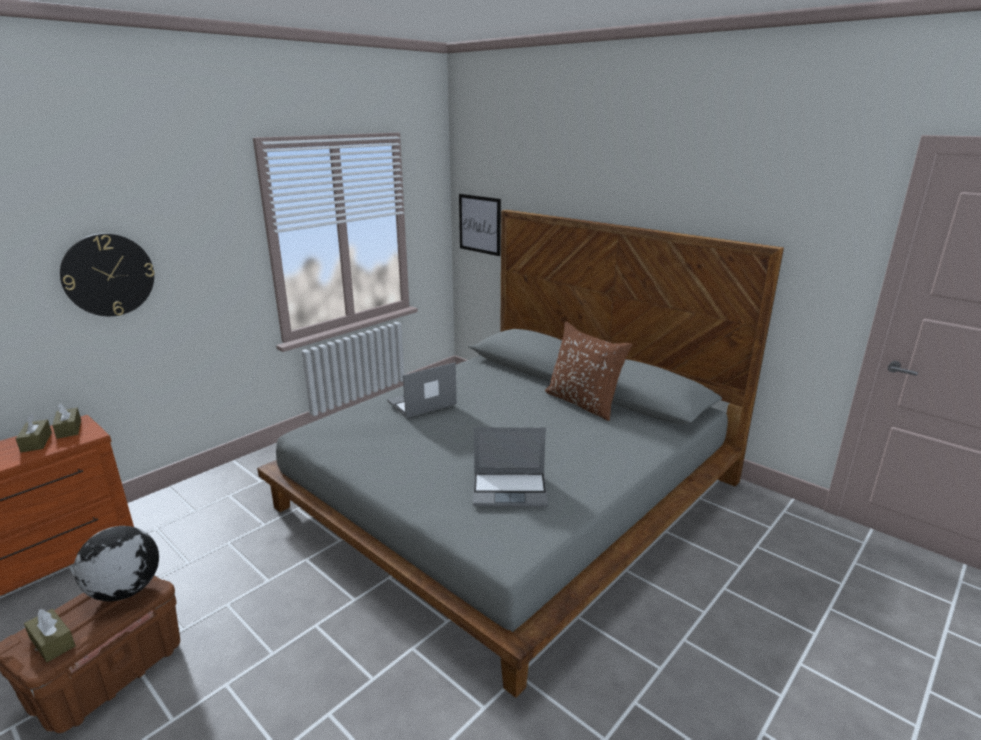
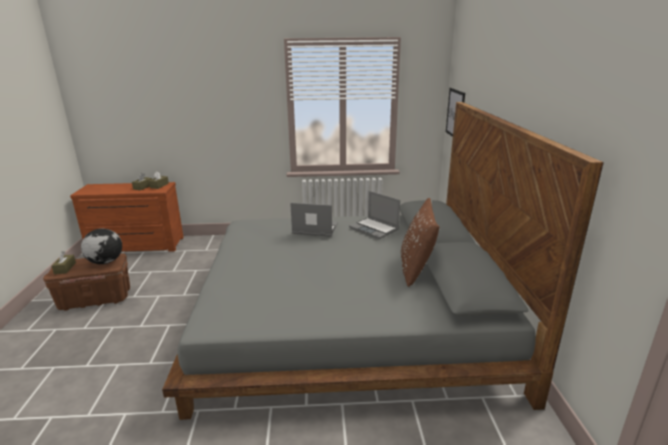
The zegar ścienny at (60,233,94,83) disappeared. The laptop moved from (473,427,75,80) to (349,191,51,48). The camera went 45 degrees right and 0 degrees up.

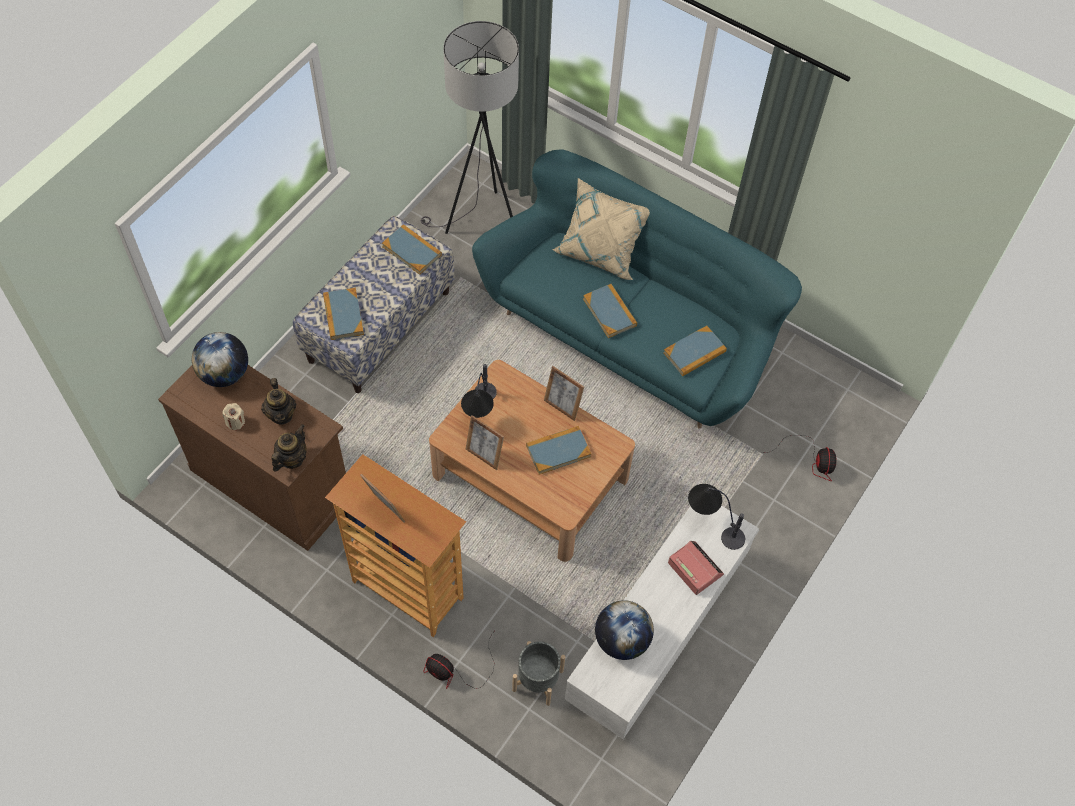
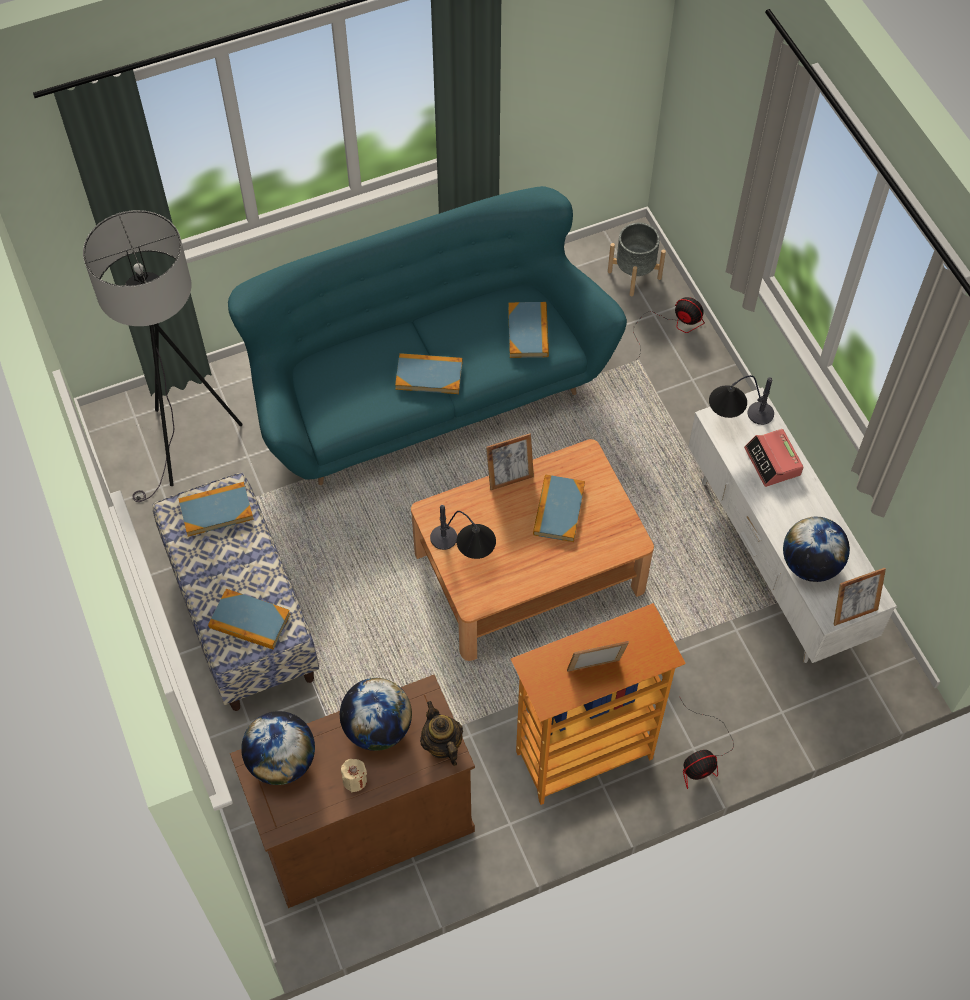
The poduszka [beżowy] at (552,178,98,102) disappeared. The ramka na zdjęcie moved from (466,415,38,55) to (834,568,52,58). The donica [szary] moved from (512,641,53,65) to (608,223,58,73). The imbryk at (261,378,36,47) was replaced by the globus at (340,678,72,73). The budzik at (668,541,56,54) turned 105 degrees counterclockwise. The camera went 55 degrees left and 0 degrees up.

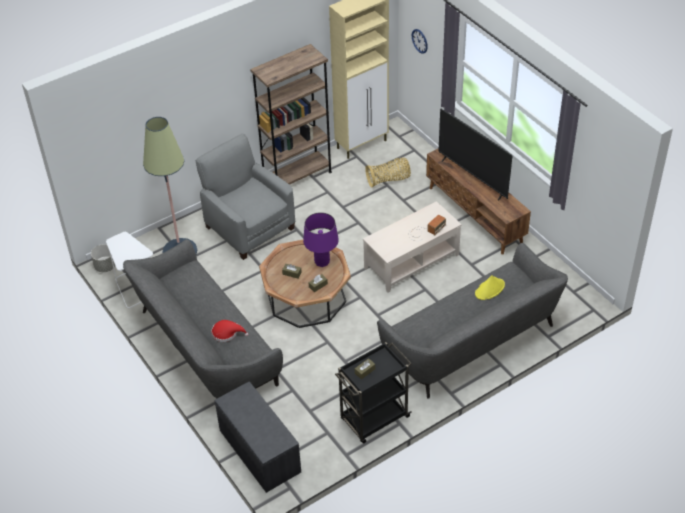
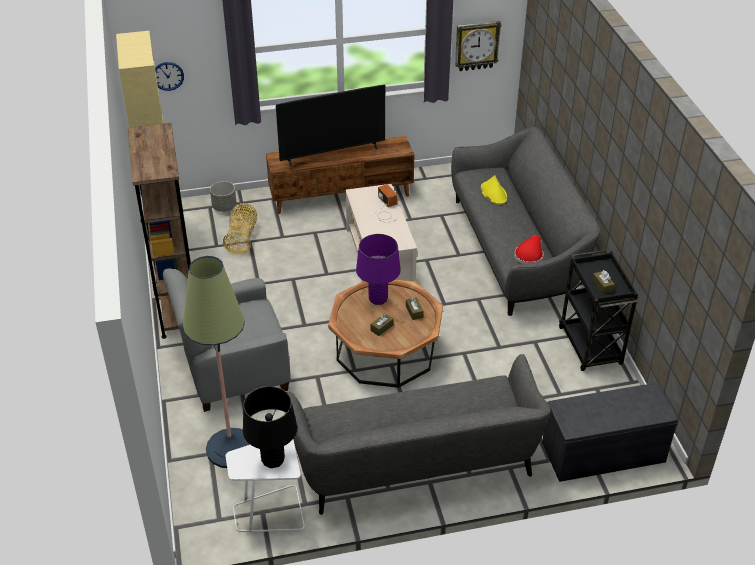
The lampa stołowa [czarny] at (243,386,54,82) appeared. The zegar ścienny at (455,21,46,50) appeared. The donica [szary] moved from (91,244,24,28) to (210,181,27,31). The kapelusz [czerwony] moved from (212,320,37,22) to (514,235,29,29). The camera went 70 degrees left and 5 degrees down.

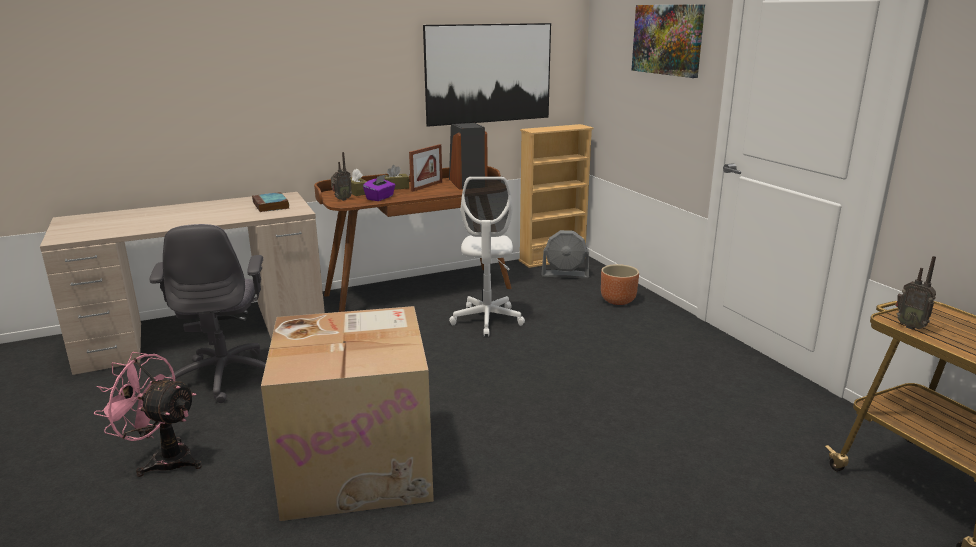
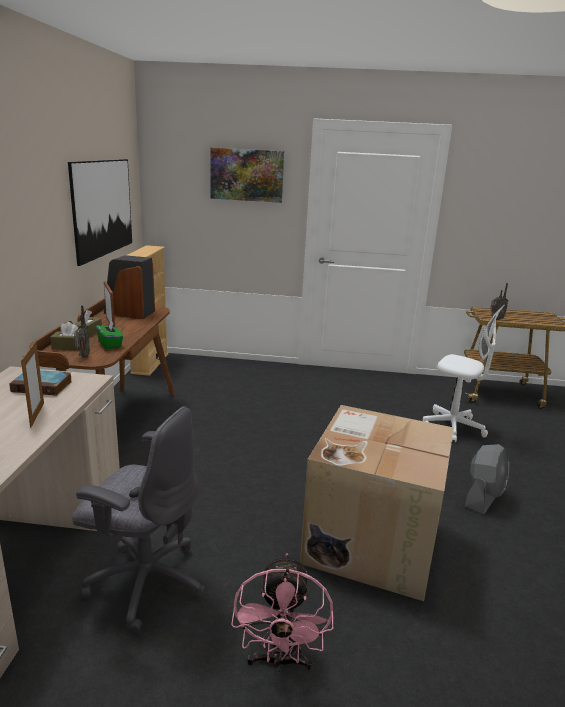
The donica [brązowy] at (601,264,38,41) disappeared. The ramka na zdjęcie at (21,341,23,87) appeared. The krzesło biurowe [biały] moved from (449,176,76,161) to (423,305,81,137). The wentylator [szary] moved from (541,230,48,48) to (465,444,45,70). The pudełko chusteczek [fioletowy] at (363,174,32,27) became the pudełko chusteczek [zielony] at (96,321,27,28). The wentylator [różowy] at (94,352,108,125) turned 45 degrees counterclockwise. The camera went 60 degrees left and 0 degrees up.

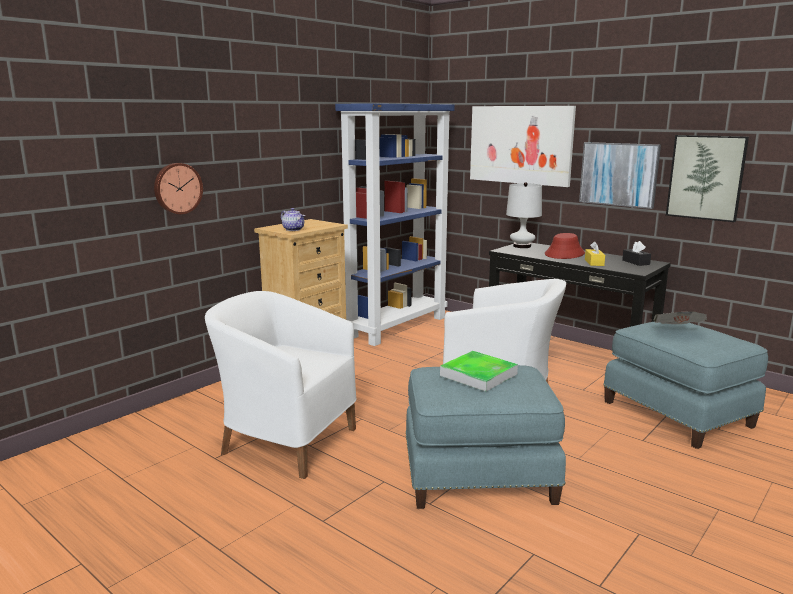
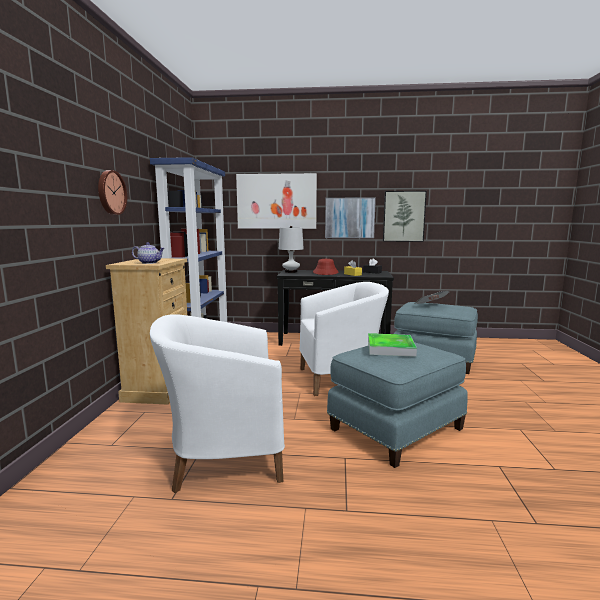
The zegar ścienny moved from (154,163,49,51) to (98,170,29,45). The camera went 35 degrees left and 5 degrees down.

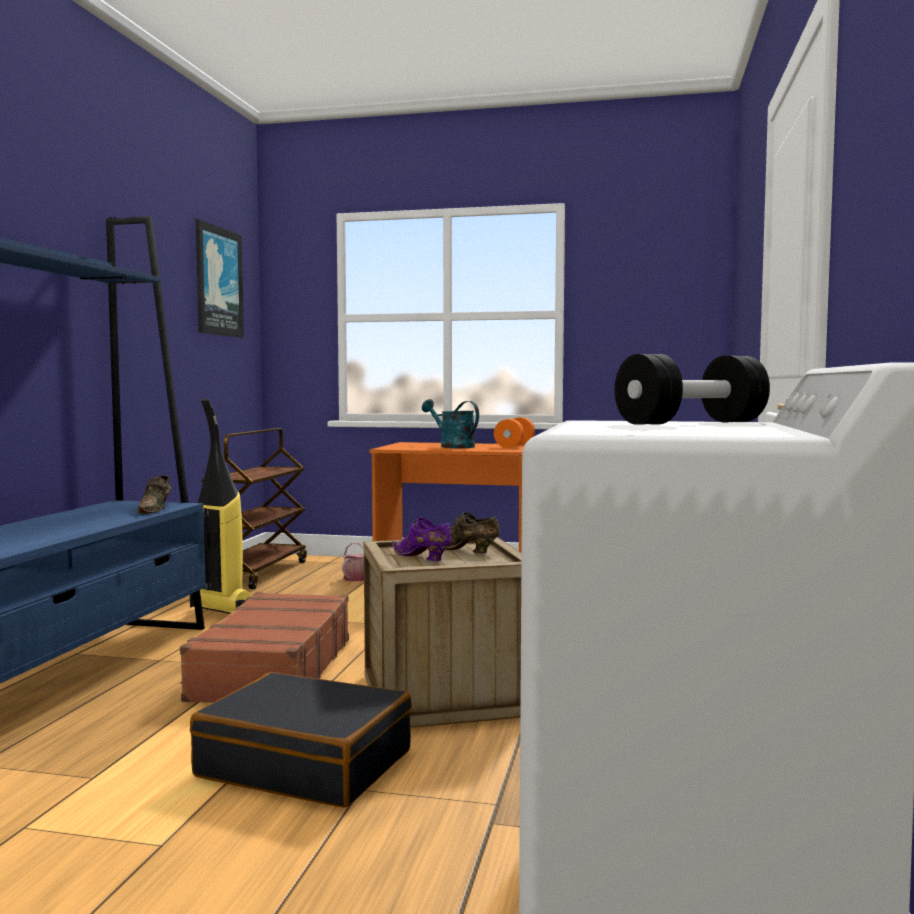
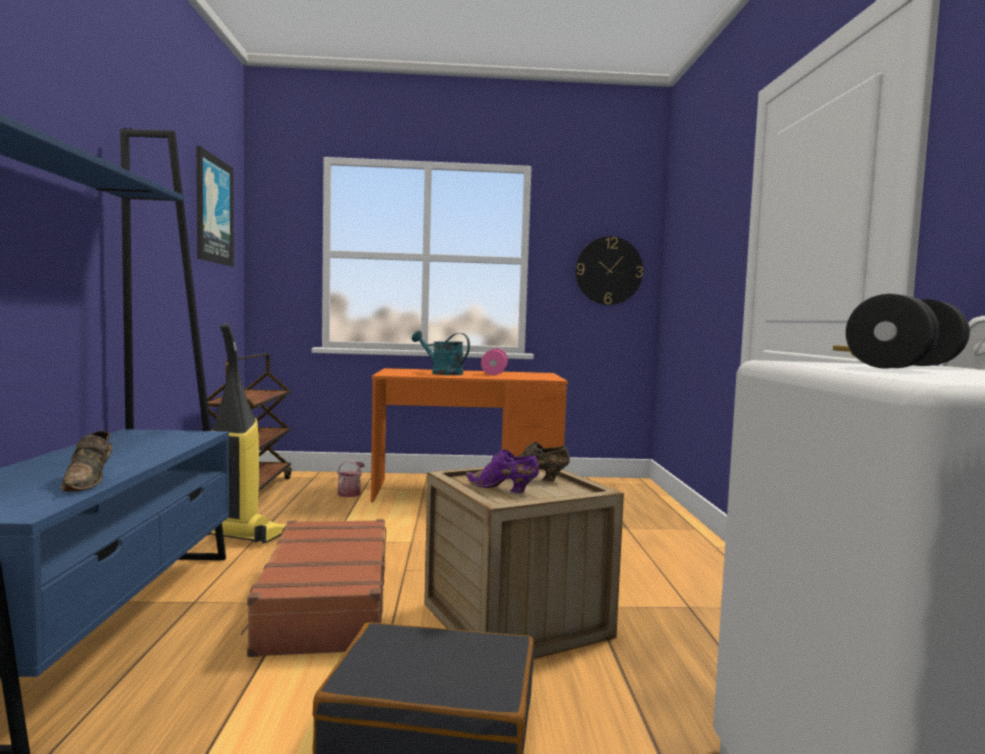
The zegar ścienny at (575,236,68,69) appeared. The but [brązowy] moved from (137,475,34,39) to (61,431,52,61). The hantel [pomarańczowy] at (494,417,41,31) became the hantel [różowy] at (481,348,27,27). The camera went 15 degrees left and 0 degrees up.

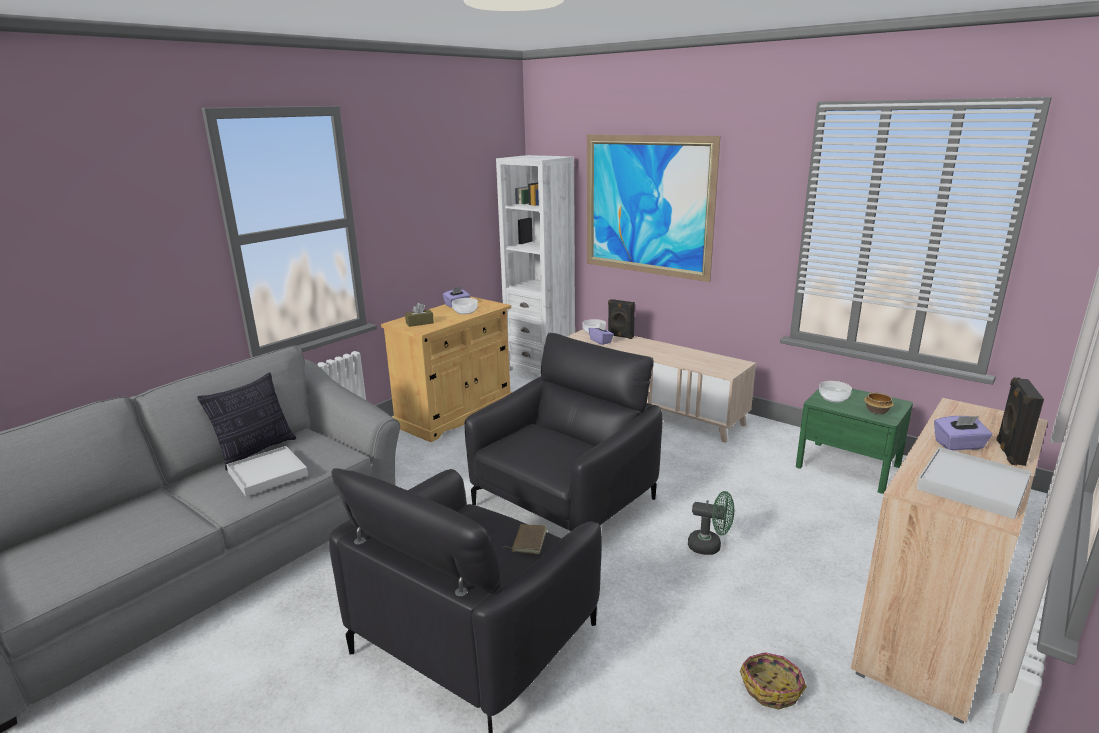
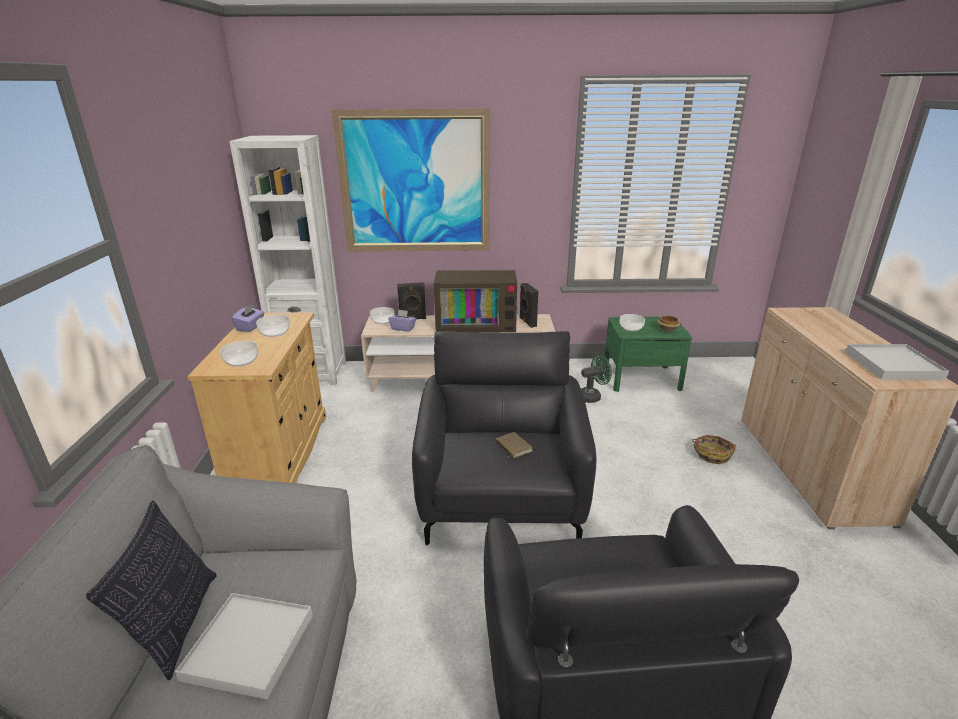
The pudełko chusteczek [fioletowy] at (934,416,58,35) disappeared. The telewizor at (434,270,83,62) appeared. The książka [brązowy] moved from (505,524,42,30) to (496,432,37,26). The wentylator [zielony] moved from (688,491,46,64) to (581,355,31,48). The koszyk moved from (740,652,67,58) to (692,435,44,29). The głośnik [czarny] moved from (996,377,48,89) to (519,283,19,45). The pudełko chusteczek [brązowy] at (405,303,29,24) was replaced by the miska at (220,341,38,26). The camera went 40 degrees left and 5 degrees up.

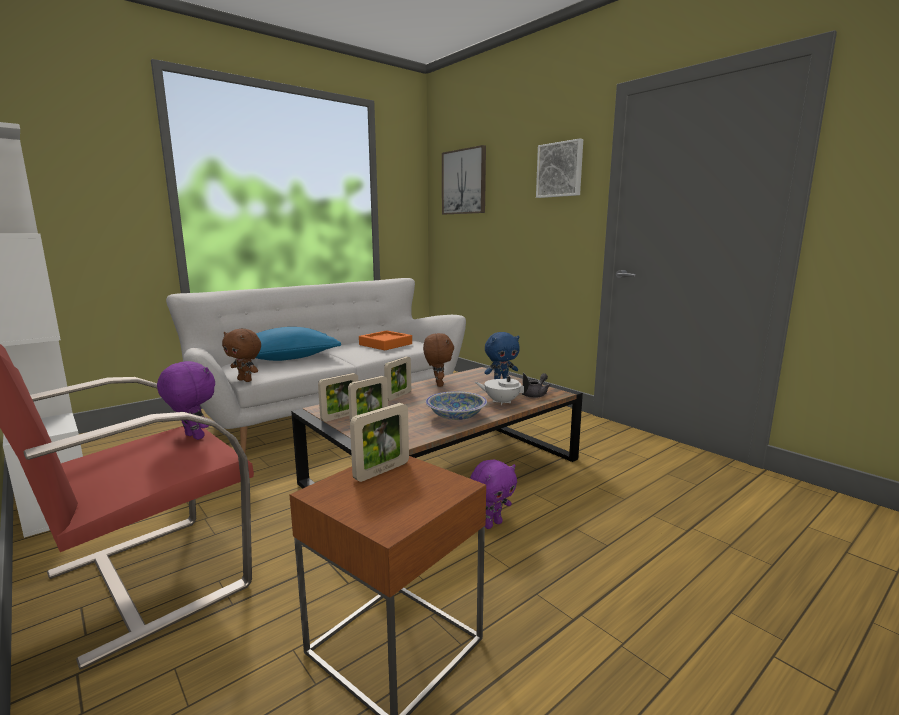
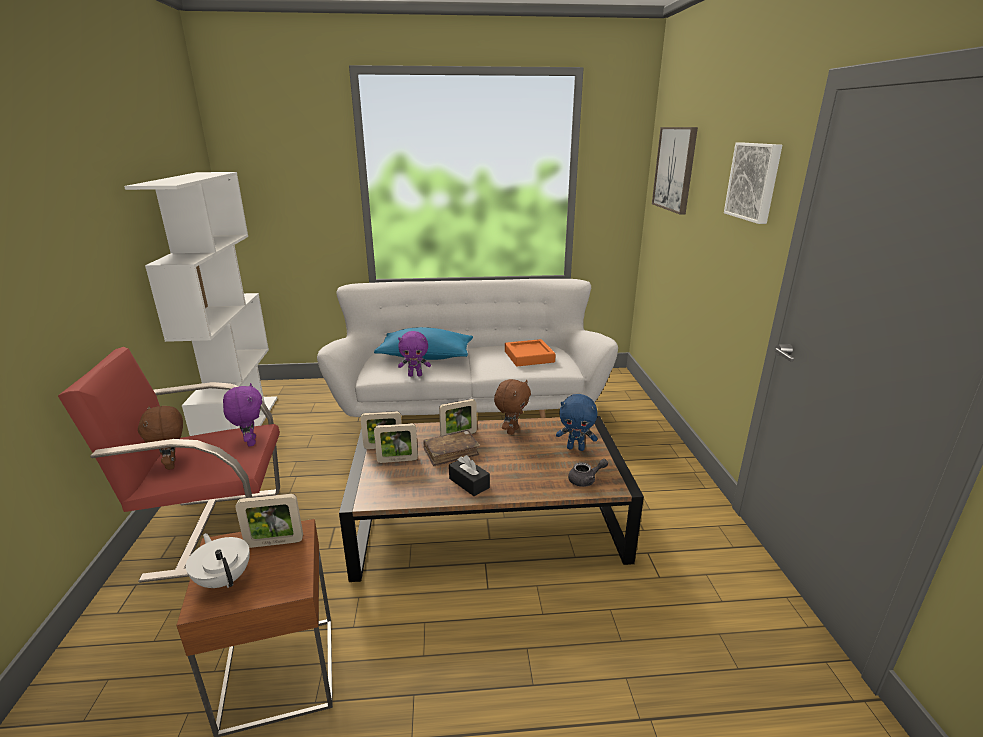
The książka [brązowy] at (423,430,57,36) appeared. The pluszak [brązowy] moved from (222,329,39,53) to (138,406,45,64). The pluszak [fioletowy] moved from (470,459,47,70) to (398,331,33,46). The imbryk [biały] moved from (475,373,54,32) to (186,533,64,55). The miska at (426,391,61,29) was replaced by the pudełko chusteczek [czarny] at (449,455,41,41). The camera went 35 degrees right and 10 degrees up.

